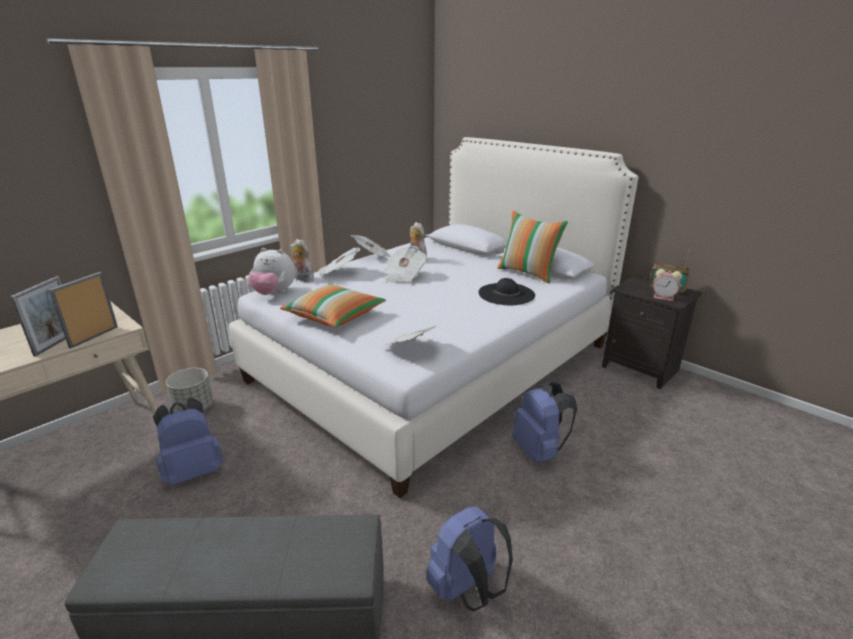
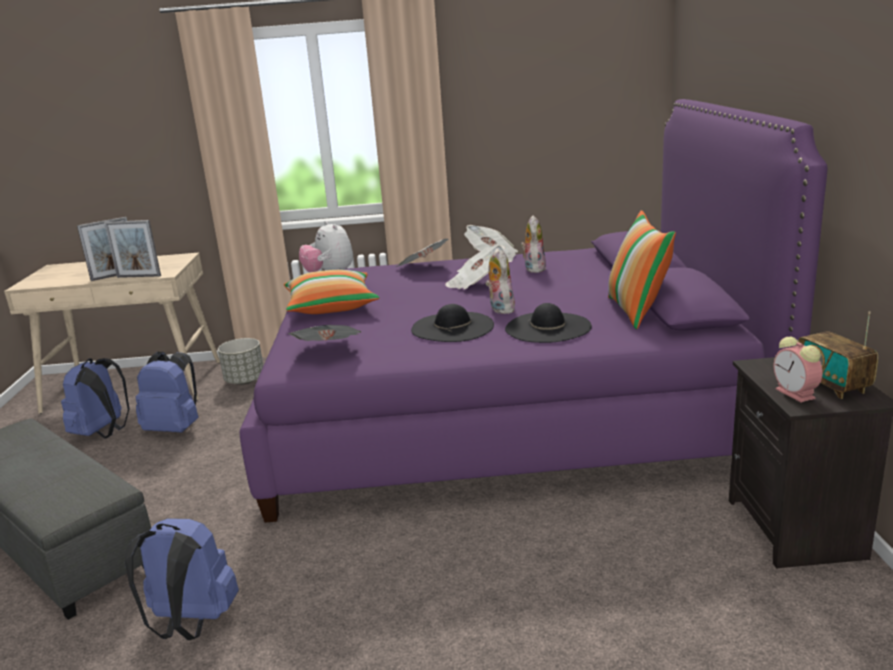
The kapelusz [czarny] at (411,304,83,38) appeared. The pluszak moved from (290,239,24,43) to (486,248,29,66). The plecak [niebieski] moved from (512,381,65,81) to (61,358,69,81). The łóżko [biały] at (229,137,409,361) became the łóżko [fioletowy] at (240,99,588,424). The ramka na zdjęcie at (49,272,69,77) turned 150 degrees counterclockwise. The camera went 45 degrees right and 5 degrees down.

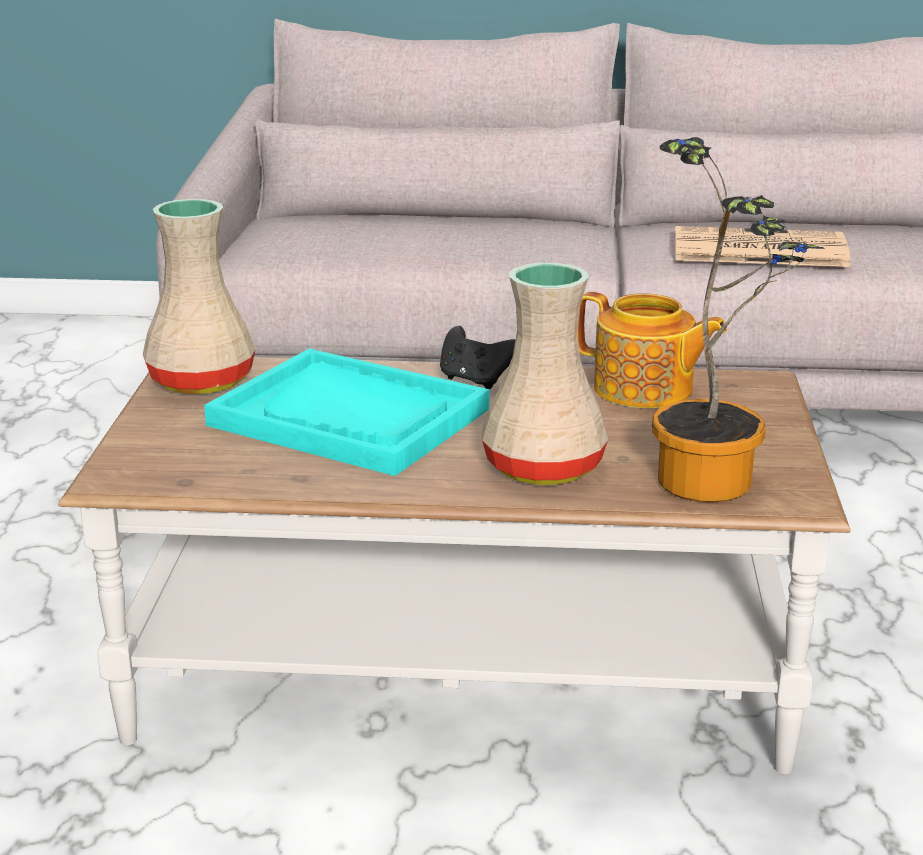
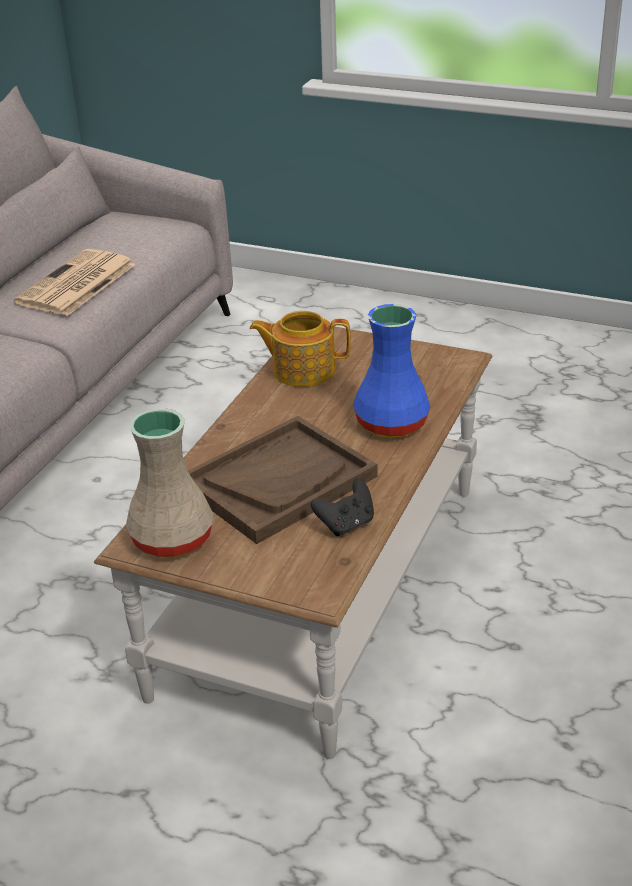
The roślina doniczkowa at (652,137,174,365) disappeared. The pad do gier [czarny] moved from (440,326,76,63) to (311,479,63,57). The taca [turkusowy] at (204,349,285,127) became the taca [brązowy] at (188,416,189,128). The wazon [beżowy] at (482,262,126,223) became the wazon [niebieski] at (353,304,77,134). The imbryk at (577,292,150,116) turned 135 degrees counterclockwise. The camera went 70 degrees left and 10 degrees up.

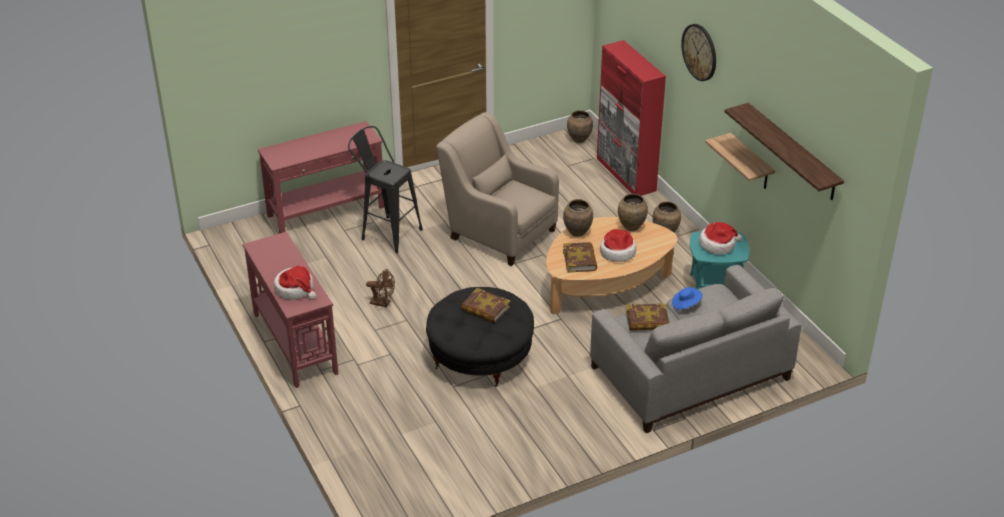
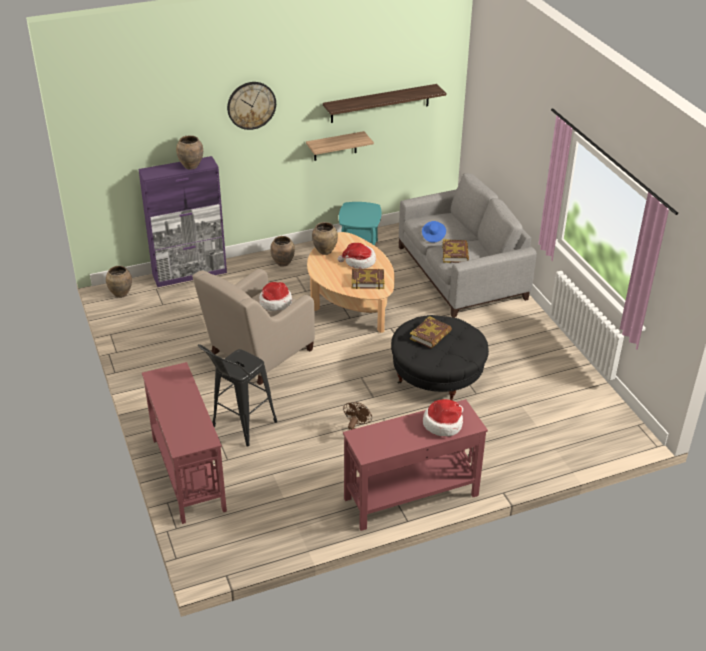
The wazon [brązowy] moved from (563,199,30,38) to (176,135,27,35). The kapelusz moved from (699,222,43,33) to (259,282,33,29). The szafka [czerwony] at (597,40,69,156) became the szafka [fioletowy] at (138,156,89,131). The camera went 85 degrees left and 0 degrees up.

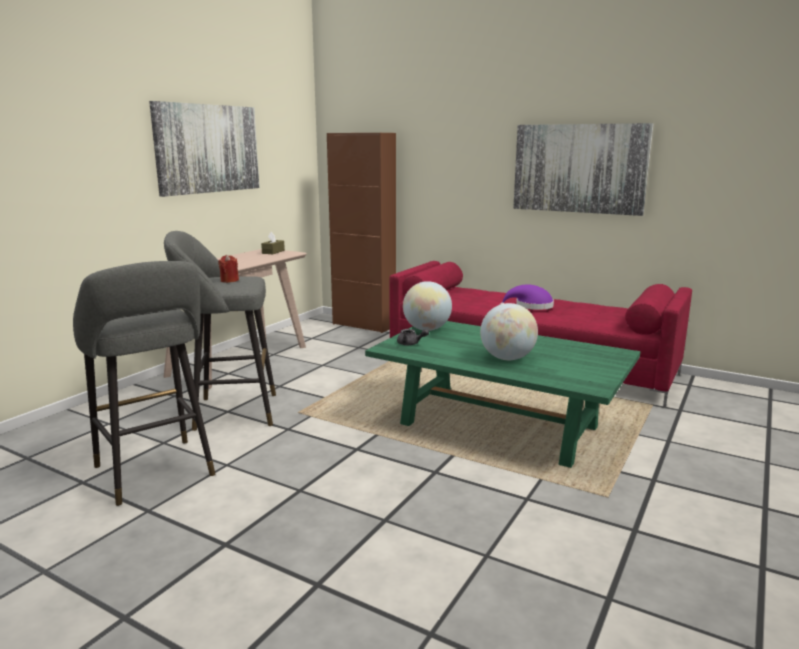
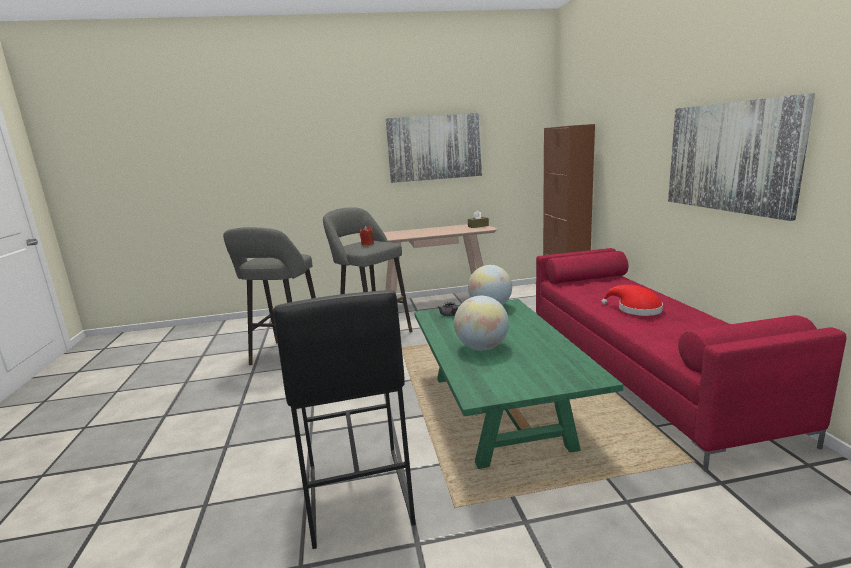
The stołek [czarny] at (274,290,142,259) appeared. The kapelusz [fioletowy] at (500,284,54,26) became the kapelusz [czerwony] at (601,285,62,31). The camera went 50 degrees right and 0 degrees up.

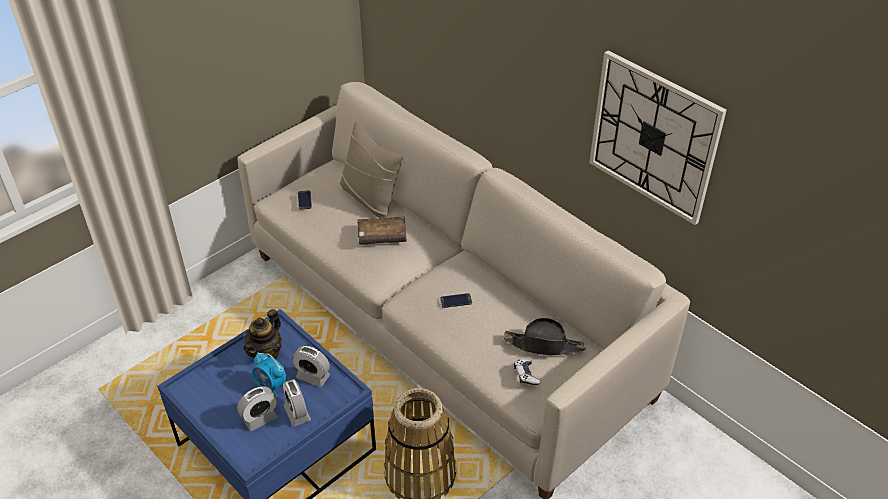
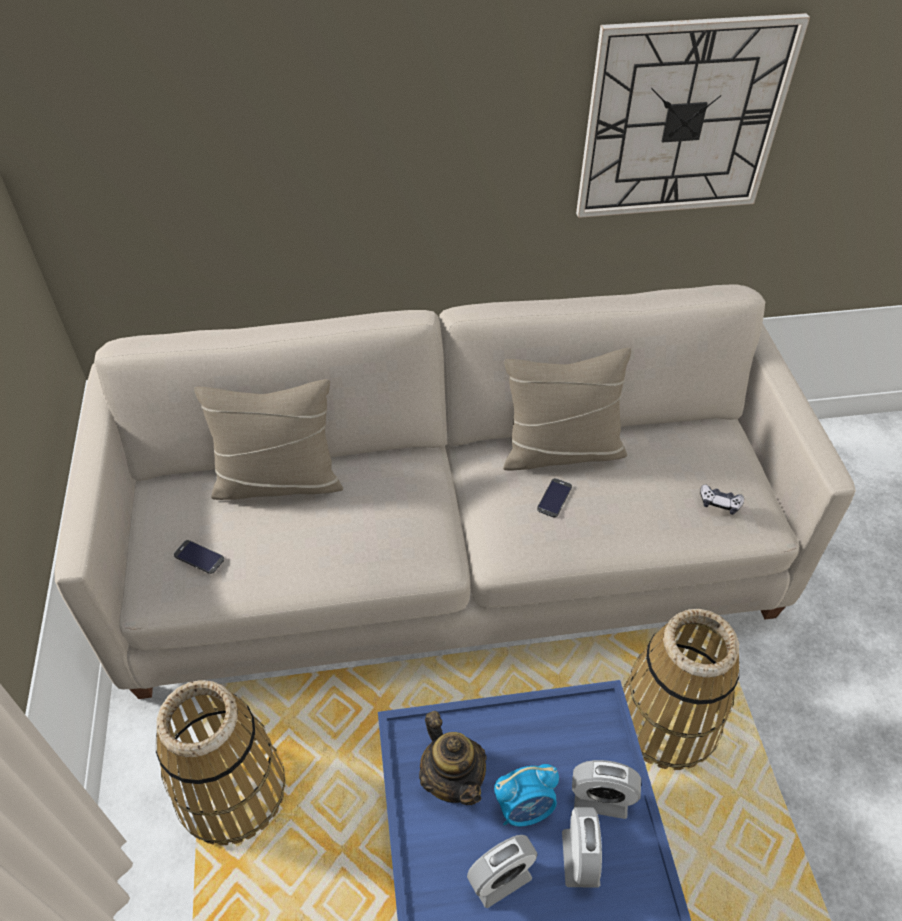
The książka [brązowy] at (357,216,50,29) disappeared. The kapelusz [czarny] at (504,318,82,37) disappeared. The koszyk at (156,680,130,165) appeared. The poduszka [beżowy] at (503,348,128,122) appeared. The budzik moved from (292,346,38,41) to (467,835,70,73). The camera went 55 degrees left and 5 degrees up.

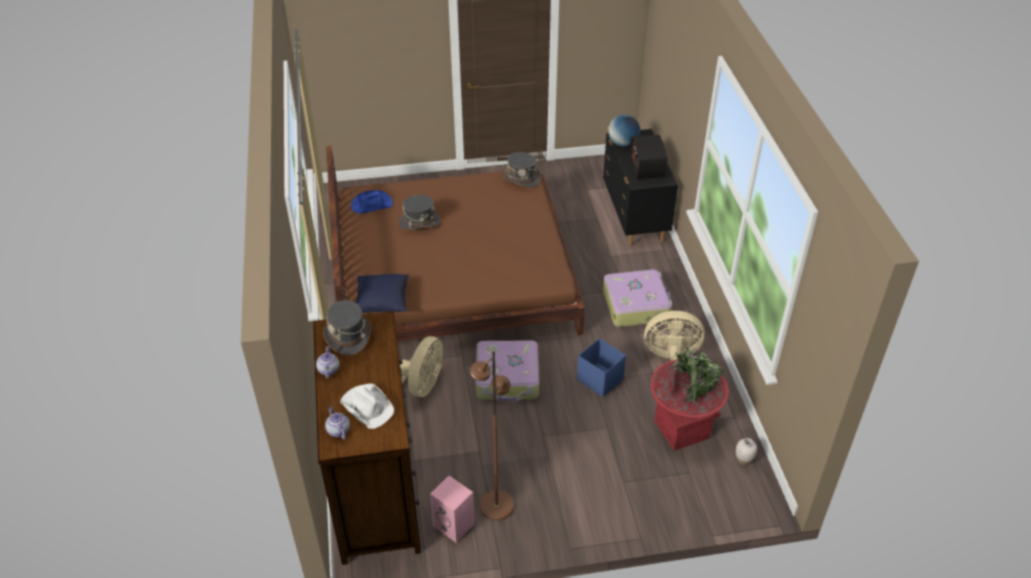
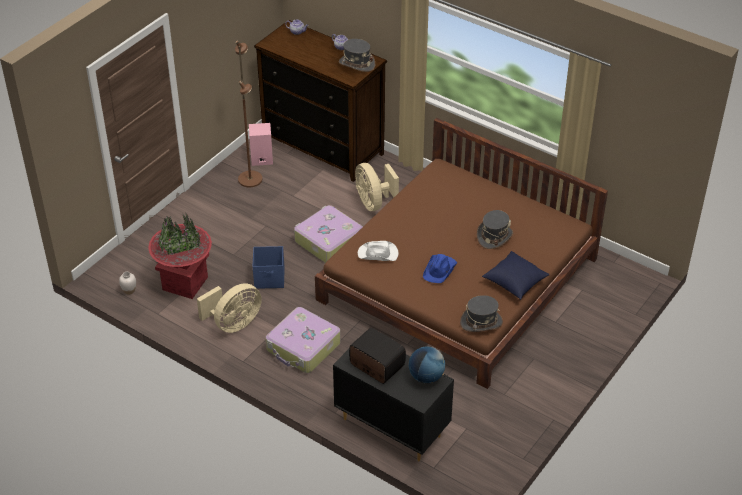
The kapelusz [biały] moved from (340,384,54,45) to (358,241,41,20). The kapelusz [niebieski] moved from (351,190,42,23) to (423,254,34,29). The poduszka [niebieski] moved from (356,274,53,38) to (482,251,67,49). The camera went 135 degrees right and 0 degrees up.

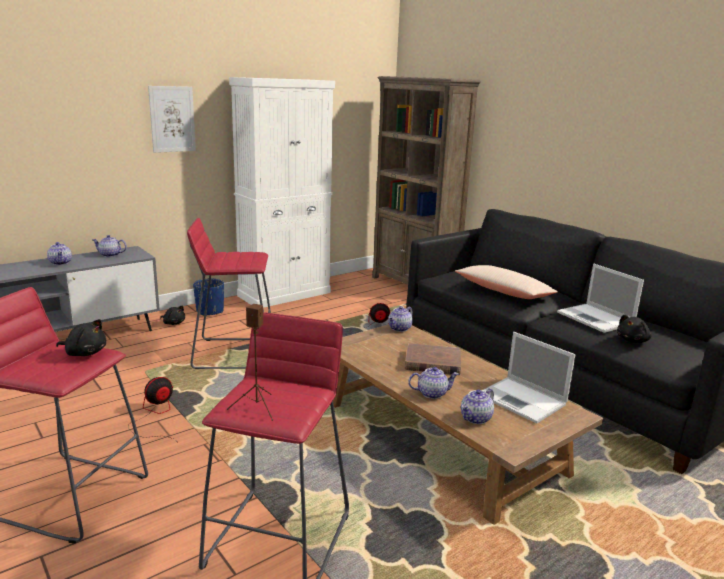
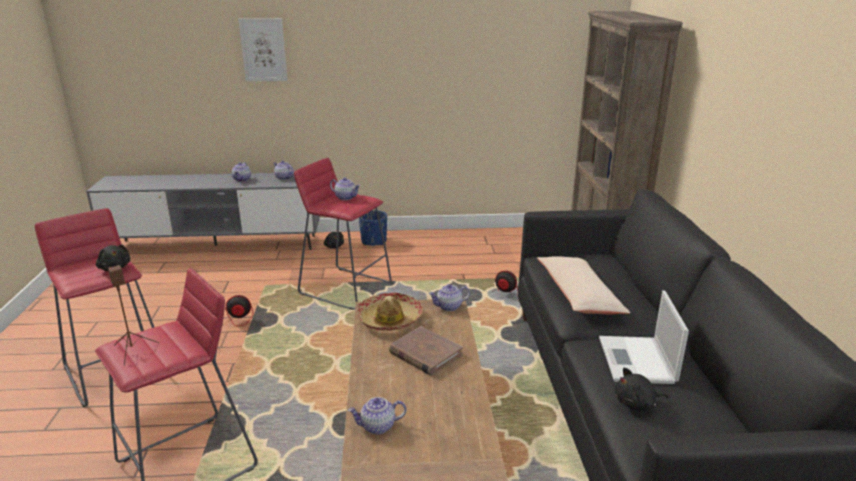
The szafka [biały] at (229,77,106,231) disappeared. The laptop at (482,332,93,91) disappeared. The kapelusz at (356,293,67,38) appeared. The obraz moved from (148,86,48,67) to (238,18,50,63). The imbryk moved from (408,367,51,32) to (330,178,30,22). The camera went 35 degrees right and 5 degrees up.

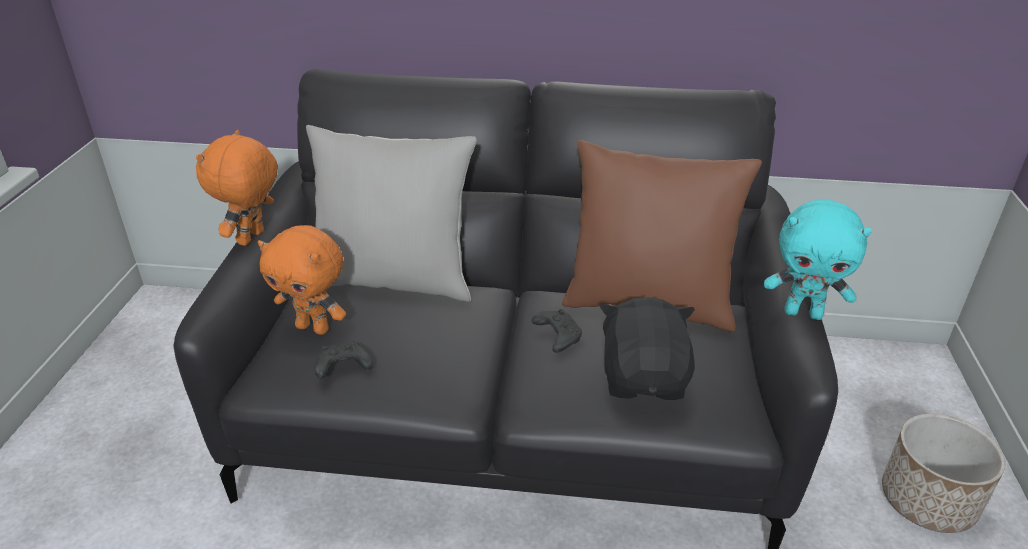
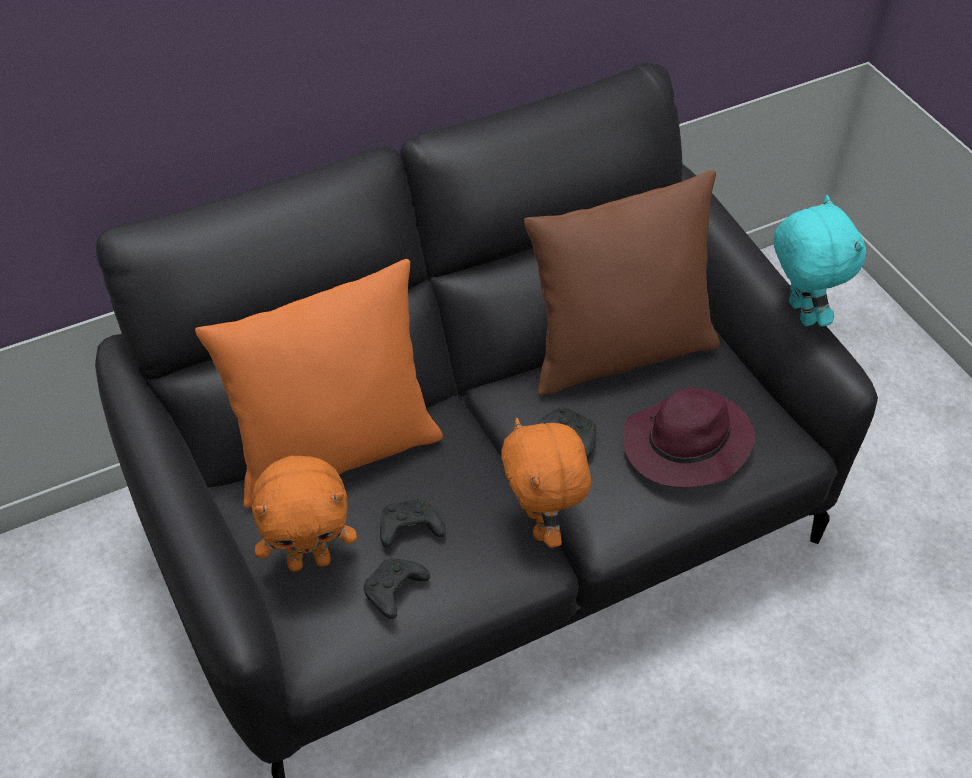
The donica at (882,414,123,119) disappeared. The pad do gier [czarny] at (380,499,66,48) appeared. The pluszak [pomarańczowy] moved from (196,130,82,116) to (501,418,90,130). The pluszak [czarny] at (600,297,95,103) was replaced by the kapelusz [fioletowy] at (623,387,132,100). The poduszka [szary] at (306,125,171,177) became the poduszka [pomarańczowy] at (195,259,248,249). The pluszak [turkusowy] at (764,199,108,121) turned 90 degrees counterclockwise. The camera went 35 degrees left and 15 degrees up.

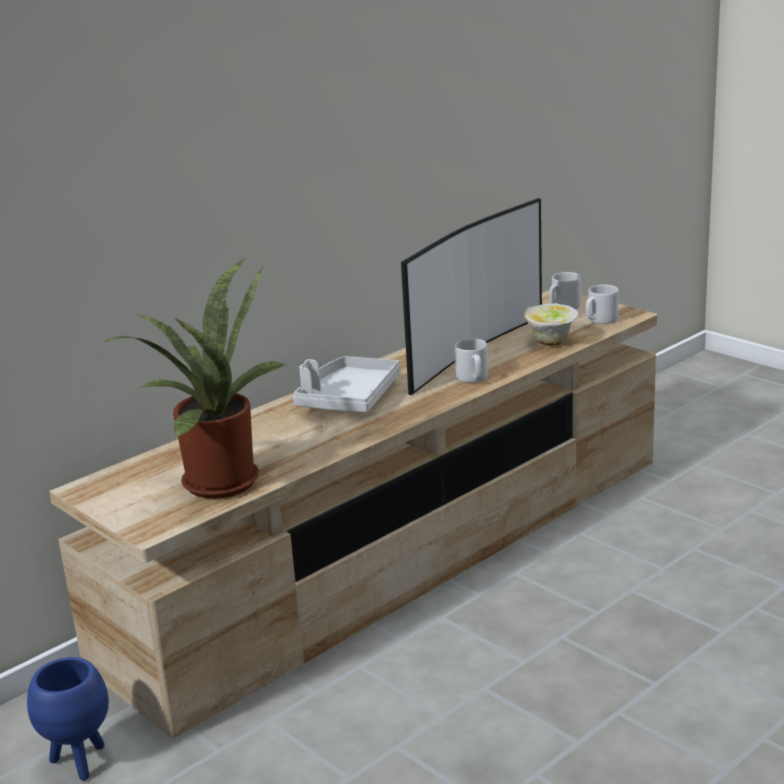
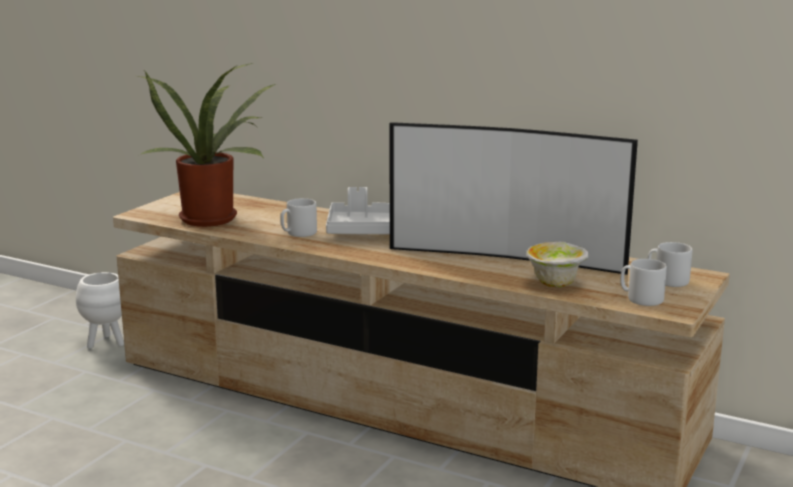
The kubek [szary] moved from (454,339,34,44) to (280,198,37,39). The donica [niebieski] at (27,657,82,124) became the donica [biały] at (76,272,48,77). The camera went 70 degrees right and 5 degrees down.

